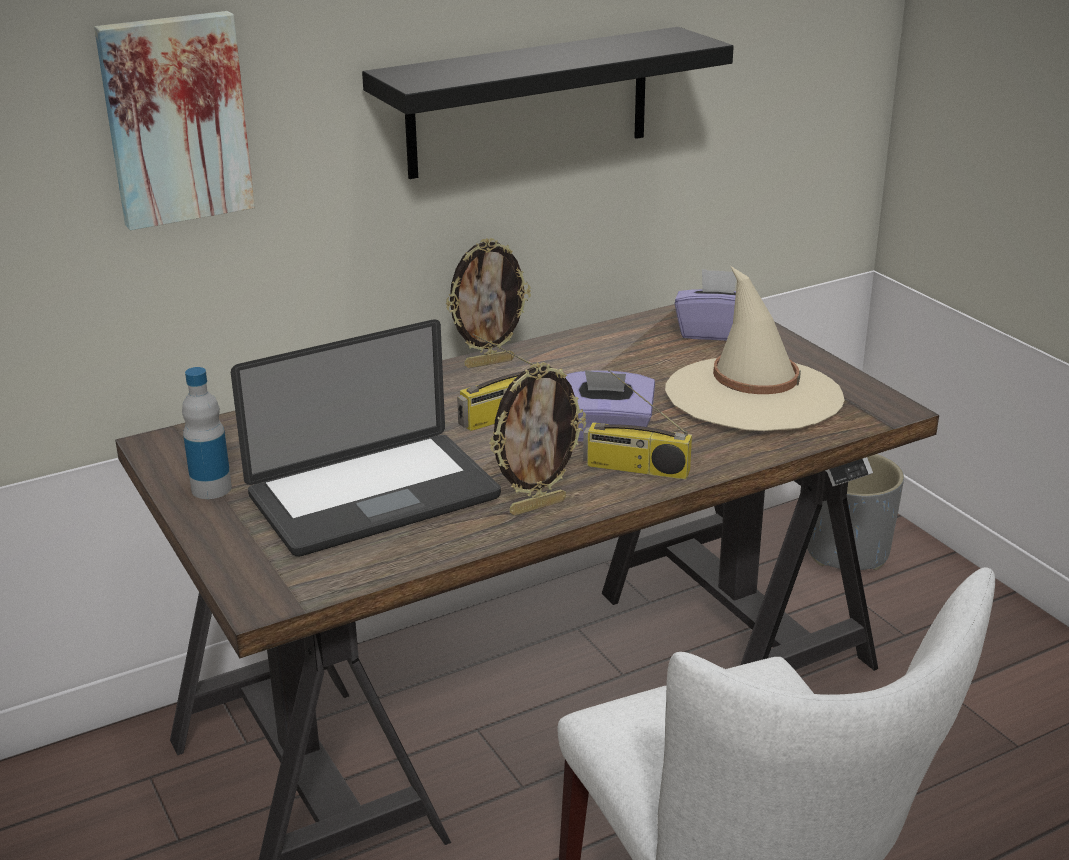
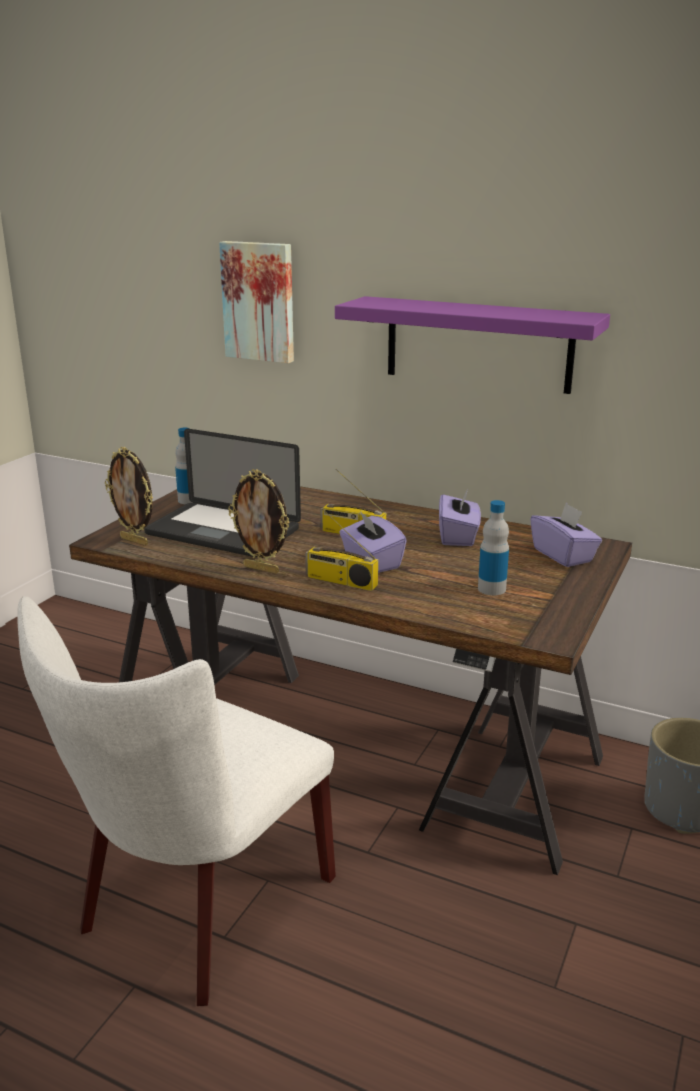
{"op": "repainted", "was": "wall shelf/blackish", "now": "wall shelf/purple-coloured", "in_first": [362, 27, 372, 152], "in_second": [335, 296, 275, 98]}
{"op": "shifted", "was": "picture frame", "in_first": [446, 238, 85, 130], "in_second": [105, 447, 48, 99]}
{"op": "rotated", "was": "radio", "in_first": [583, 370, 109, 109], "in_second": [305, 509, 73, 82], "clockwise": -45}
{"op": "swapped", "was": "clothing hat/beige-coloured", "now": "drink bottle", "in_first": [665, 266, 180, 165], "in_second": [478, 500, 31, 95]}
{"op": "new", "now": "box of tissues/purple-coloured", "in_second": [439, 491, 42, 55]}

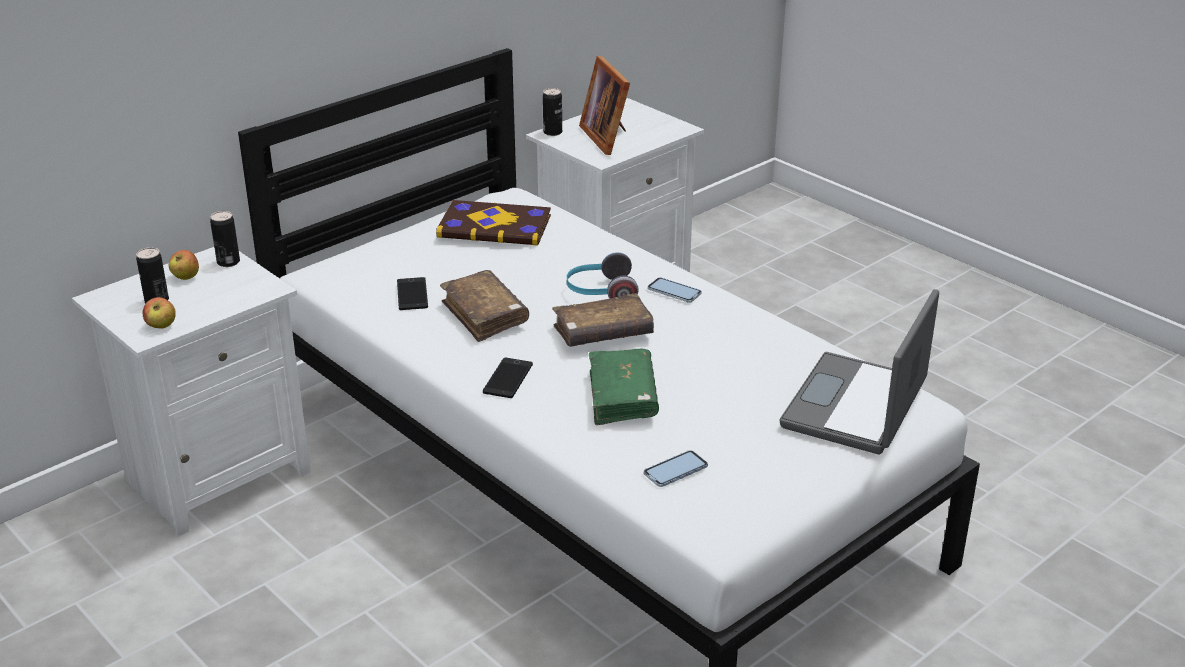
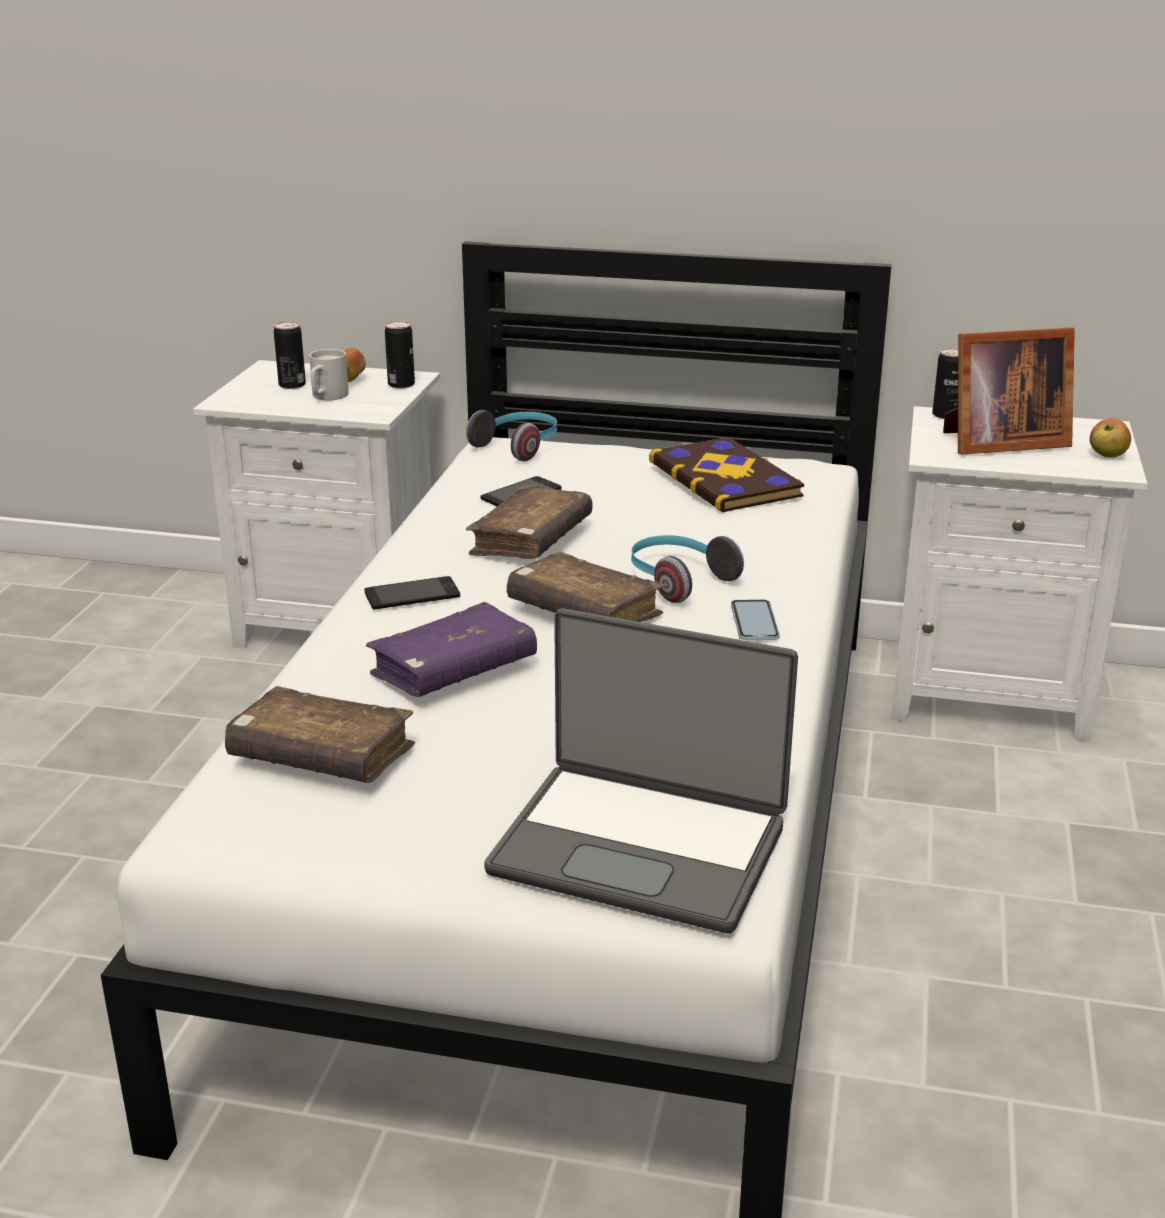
{"op": "shifted", "was": "whole apple", "in_first": [143, 297, 33, 32], "in_second": [1090, 418, 41, 40]}
{"op": "rotated", "was": "picture frame", "in_first": [579, 56, 51, 99], "in_second": [943, 327, 132, 127], "clockwise": -135}
{"op": "repainted", "was": "book/green-coloured", "now": "book/purple-coloured", "in_first": [589, 349, 70, 76], "in_second": [366, 602, 171, 95]}
{"op": "swapped", "was": "telephone", "now": "book/brownish", "in_first": [643, 450, 65, 37], "in_second": [225, 686, 190, 97]}
{"op": "rotated", "was": "portable computer", "in_first": [780, 289, 159, 165], "in_second": [484, 608, 314, 326], "clockwise": -150}
{"op": "new", "now": "coffee mug/white-coloured", "in_second": [309, 349, 40, 51]}
{"op": "new", "now": "headset", "in_second": [466, 410, 91, 52]}

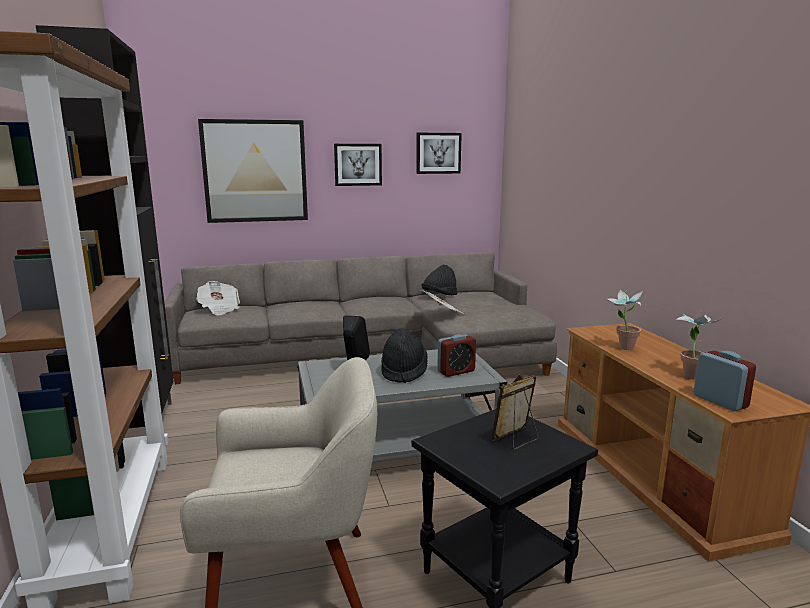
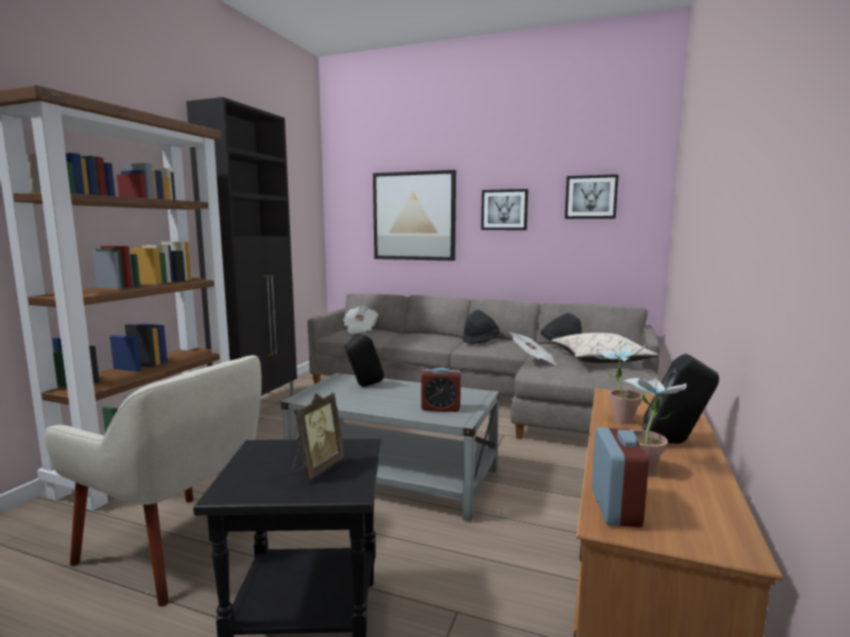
{"op": "shifted", "was": "clothing hat/blackish", "in_first": [381, 328, 47, 55], "in_second": [463, 310, 36, 34]}
{"op": "rotated", "was": "picture frame", "in_first": [491, 375, 47, 75], "in_second": [292, 393, 53, 87], "clockwise": 120}
{"op": "new", "now": "throw pillow/beige-coloured", "in_second": [551, 333, 108, 30]}
{"op": "new", "now": "loudspeaker/blackish", "in_second": [642, 354, 77, 90]}

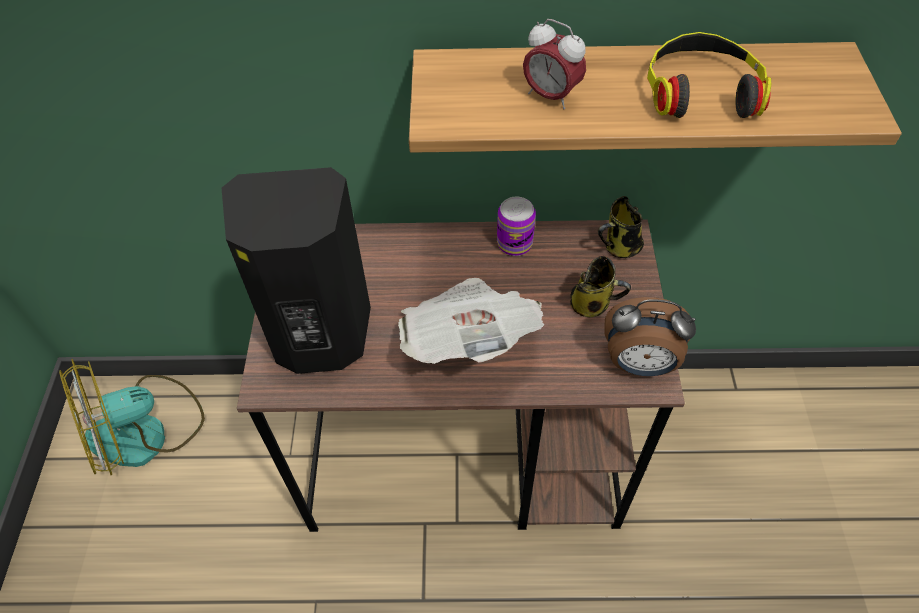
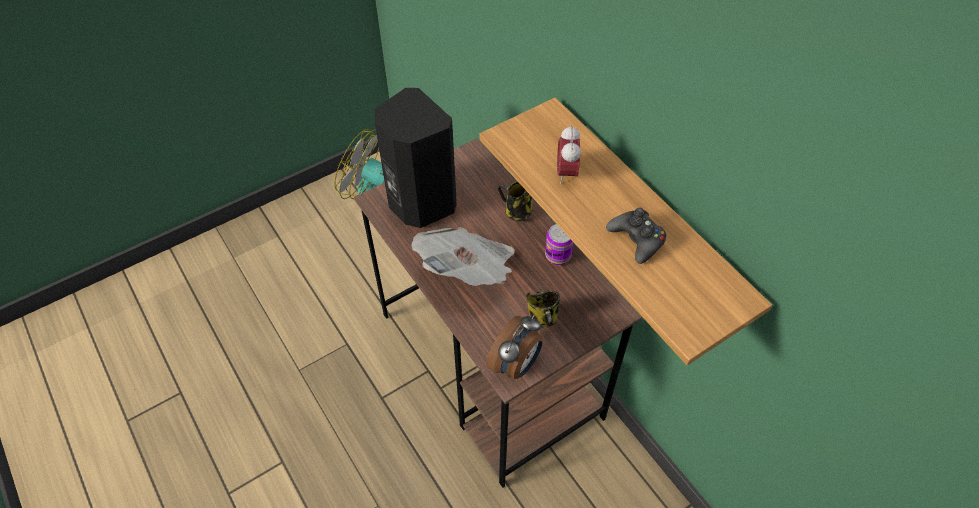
{"op": "shifted", "was": "coffee mug", "in_first": [598, 196, 46, 62], "in_second": [498, 181, 35, 41]}
{"op": "rotated", "was": "table clock", "in_first": [604, 297, 92, 79], "in_second": [486, 315, 56, 64], "clockwise": -120}
{"op": "swapped", "was": "headset", "now": "gamepad/blackish", "in_first": [647, 32, 124, 86], "in_second": [606, 208, 60, 56]}

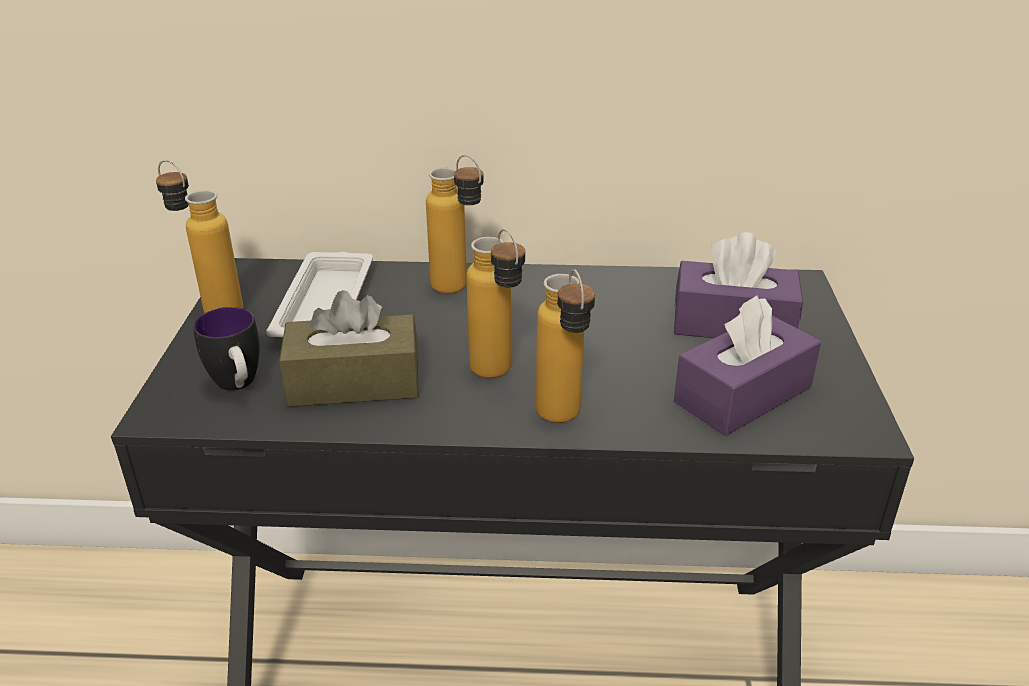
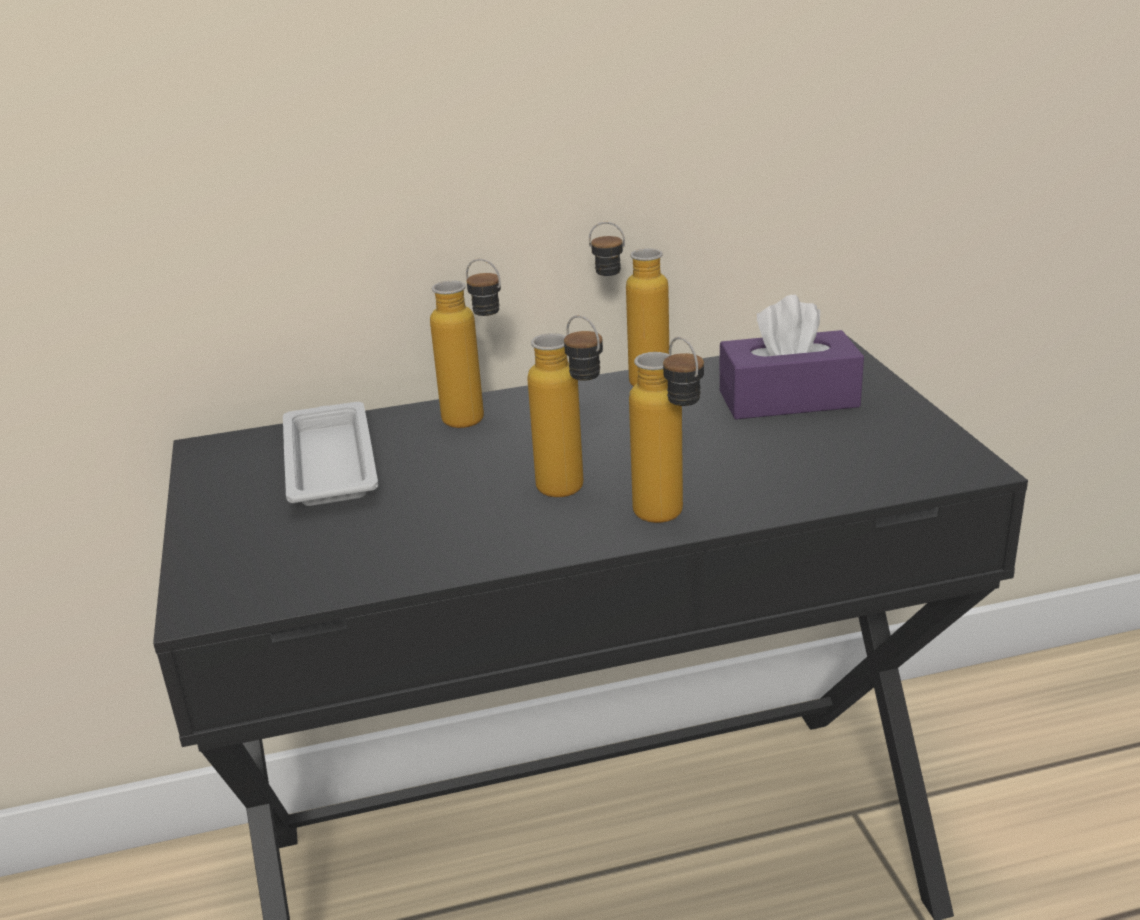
{"op": "shifted", "was": "drink bottle", "in_first": [156, 160, 87, 153], "in_second": [589, 222, 80, 164]}
{"op": "gone", "was": "coffee mug", "in_first": [193, 307, 66, 84]}
{"op": "gone", "was": "box of tissues/brownish", "in_first": [279, 290, 140, 117]}
{"op": "gone", "was": "box of tissues/purple-coloured", "in_first": [674, 296, 147, 140]}

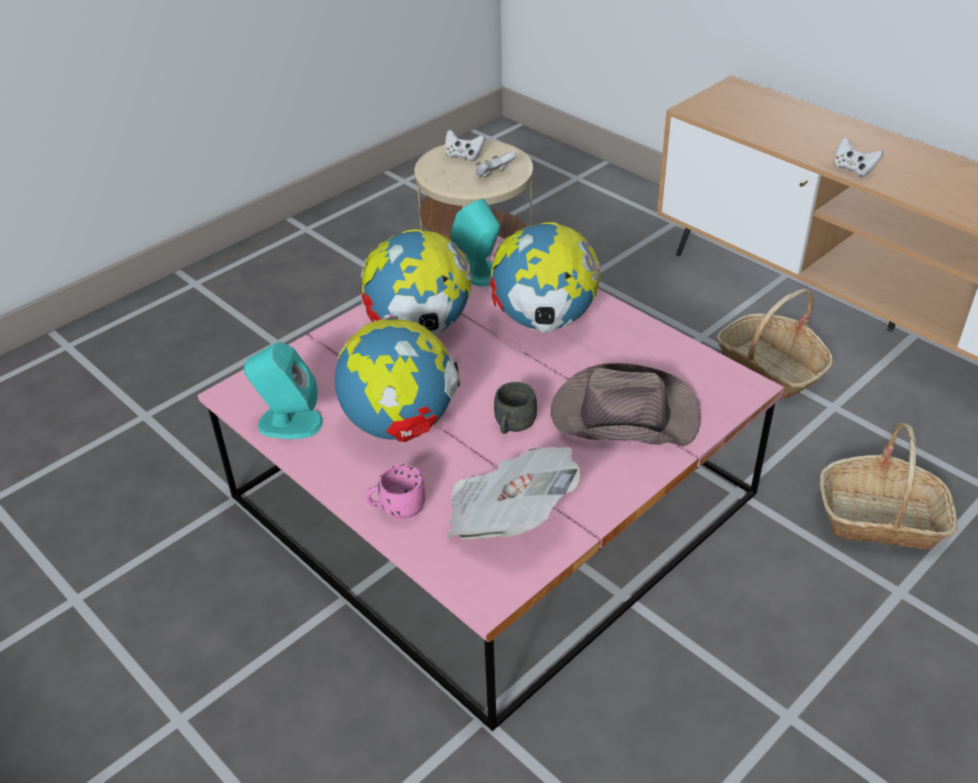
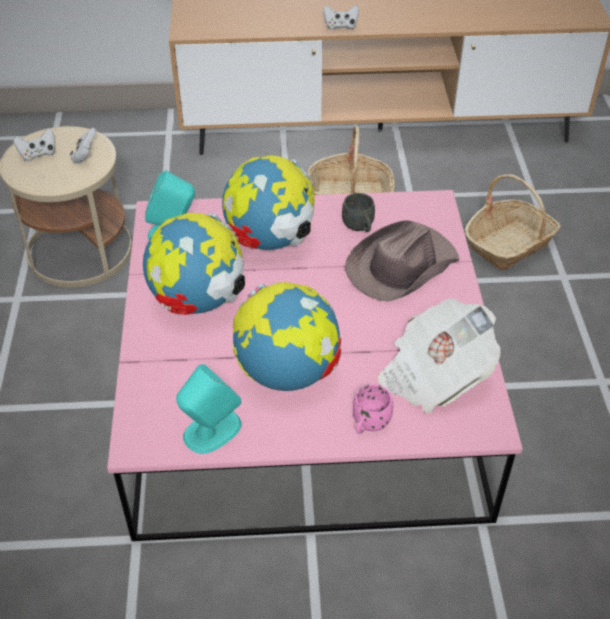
{"op": "shifted", "was": "coffee mug/greyish", "in_first": [494, 382, 43, 52], "in_second": [342, 193, 33, 39]}

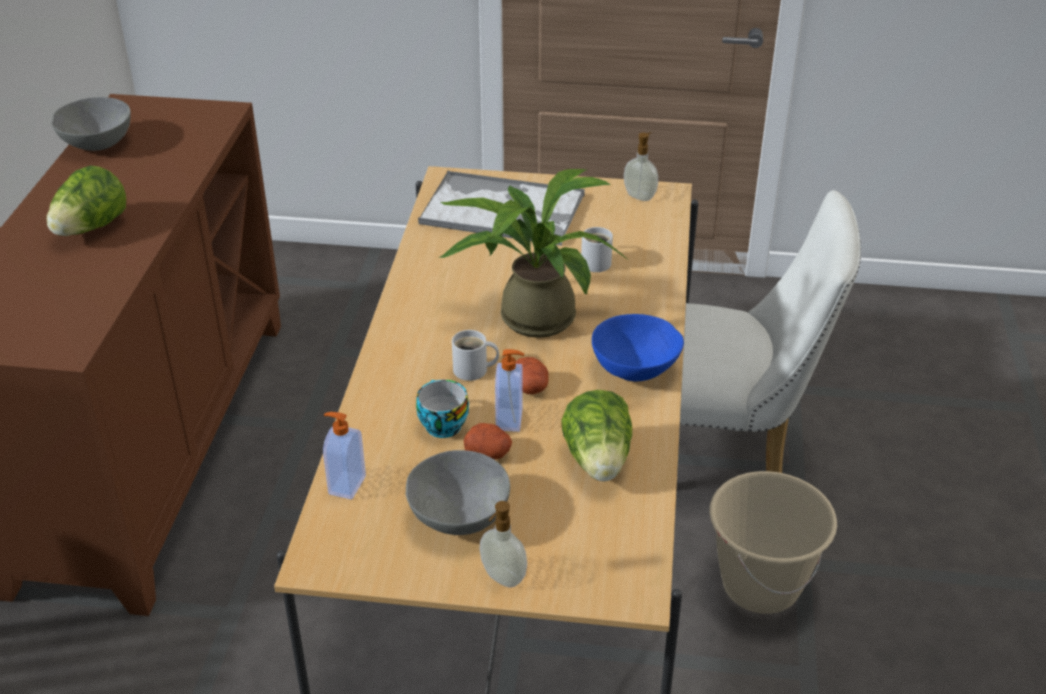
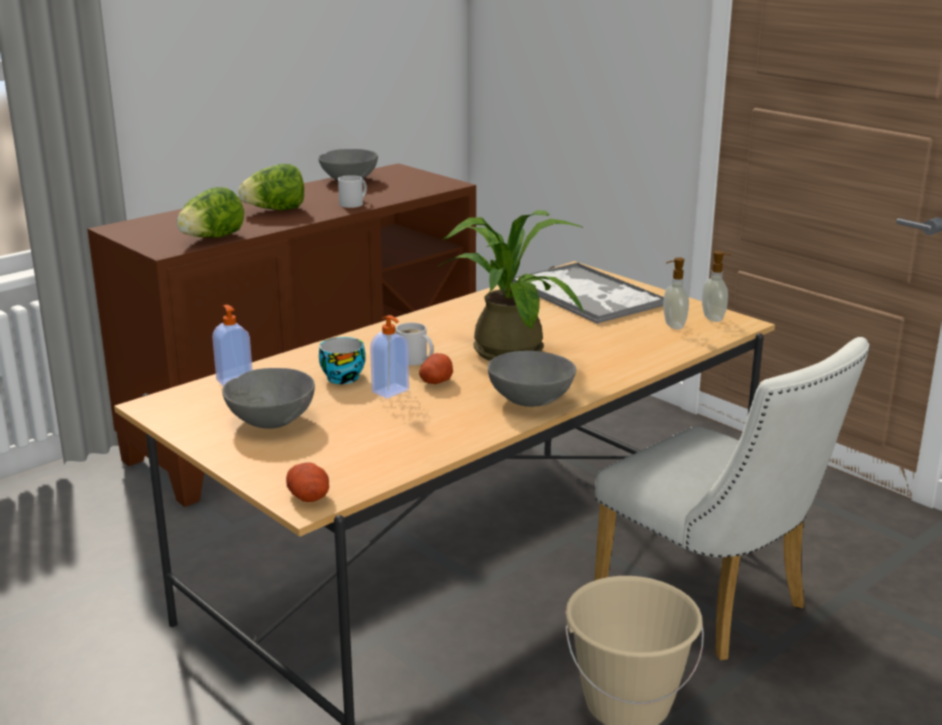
{"op": "shifted", "was": "spud", "in_first": [464, 423, 48, 37], "in_second": [286, 462, 43, 40]}
{"op": "shifted", "was": "soap bottle", "in_first": [479, 501, 48, 86], "in_second": [663, 257, 26, 73]}
{"op": "shifted", "was": "lettuce head", "in_first": [561, 390, 71, 92], "in_second": [176, 187, 68, 51]}
{"op": "shifted", "was": "coffee mug/white-coloured", "in_first": [581, 227, 32, 45], "in_second": [338, 175, 29, 33]}
{"op": "repainted", "was": "serving bowl/bluish", "now": "serving bowl/greyish", "in_first": [592, 314, 92, 67], "in_second": [488, 351, 88, 56]}

